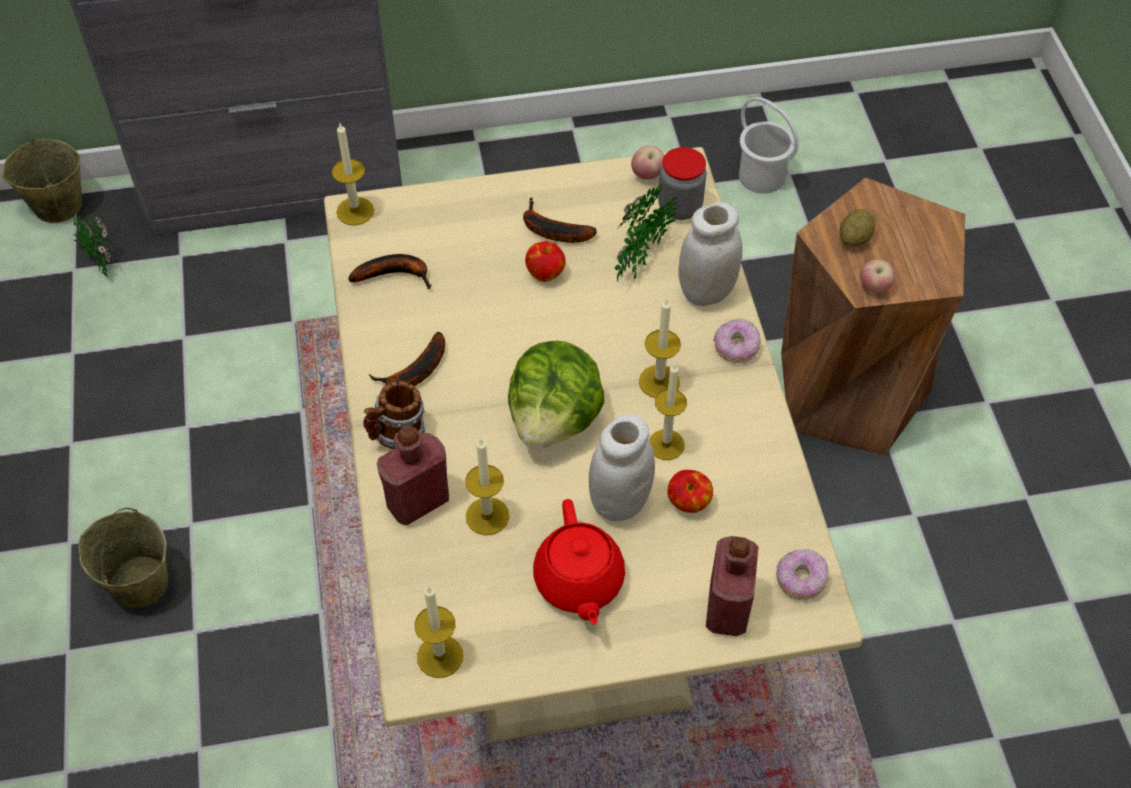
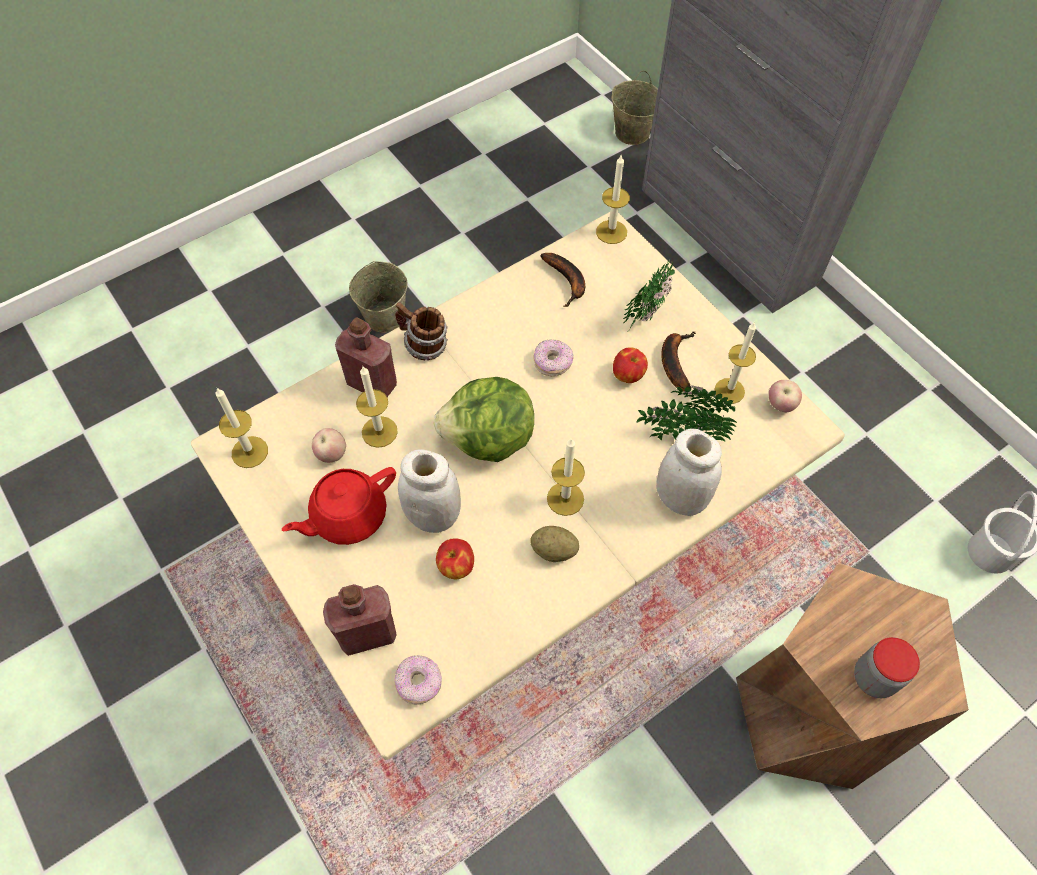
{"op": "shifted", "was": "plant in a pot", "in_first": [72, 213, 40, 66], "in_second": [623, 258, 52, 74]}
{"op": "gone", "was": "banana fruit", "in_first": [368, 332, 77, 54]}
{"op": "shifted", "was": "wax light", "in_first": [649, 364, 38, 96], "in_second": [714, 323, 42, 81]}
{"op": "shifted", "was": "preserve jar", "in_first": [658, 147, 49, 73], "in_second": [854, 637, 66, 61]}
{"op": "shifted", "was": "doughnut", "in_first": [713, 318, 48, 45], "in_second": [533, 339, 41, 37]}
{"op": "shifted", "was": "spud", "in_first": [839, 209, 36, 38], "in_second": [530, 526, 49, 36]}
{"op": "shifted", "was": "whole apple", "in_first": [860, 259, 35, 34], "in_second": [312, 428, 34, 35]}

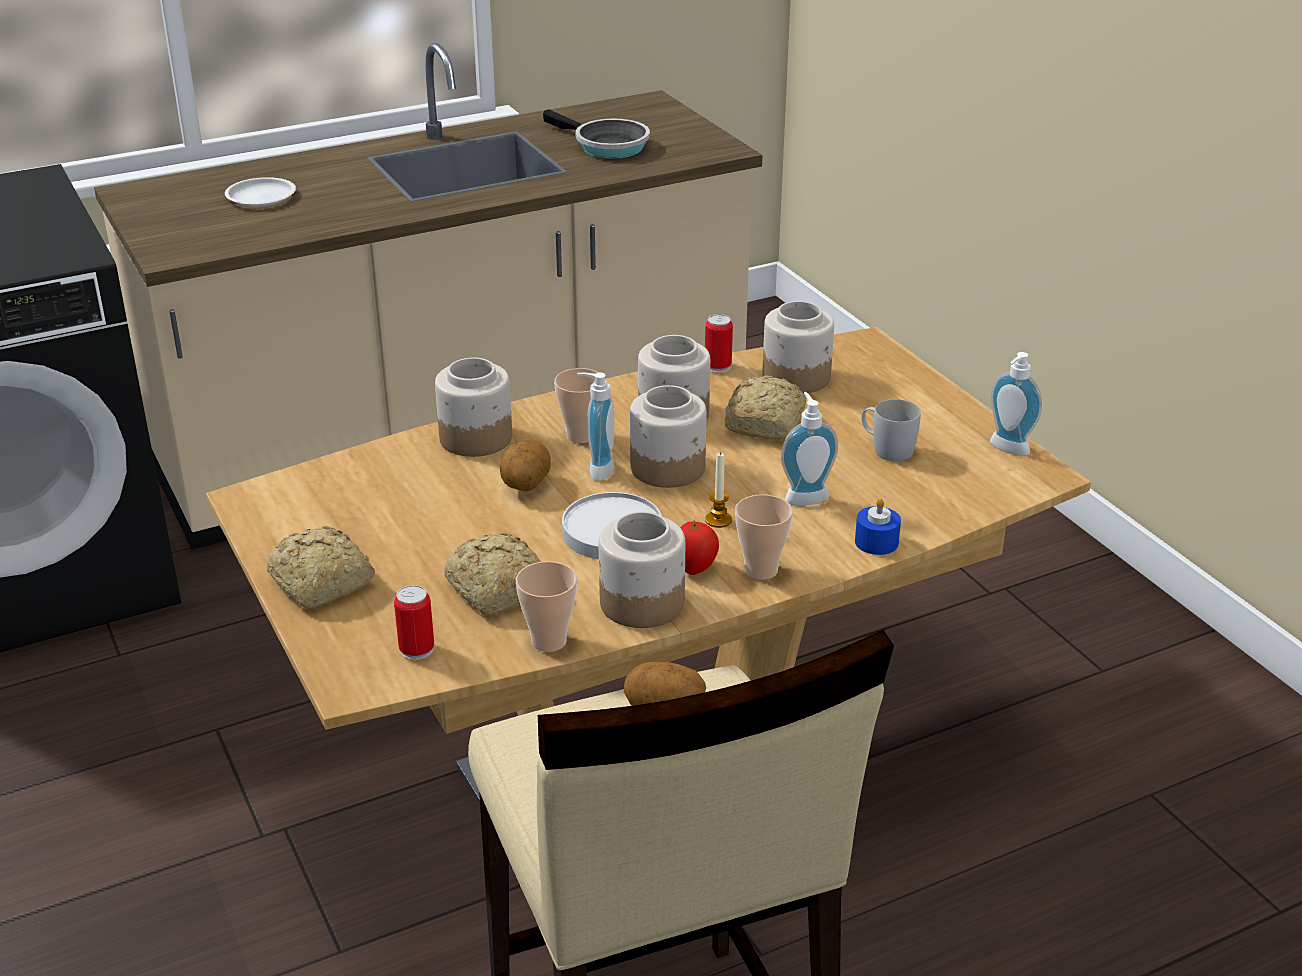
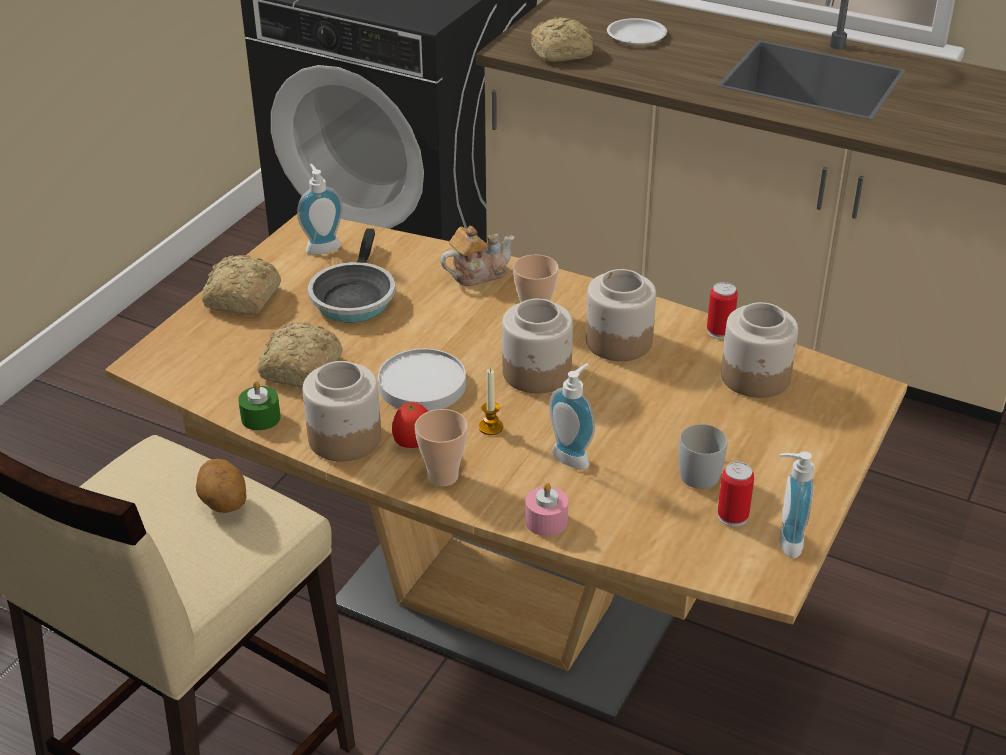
{"op": "shifted", "was": "metal can", "in_first": [394, 585, 40, 75], "in_second": [718, 462, 36, 65]}
{"op": "swapped", "was": "preserve jar", "now": "pot for tea", "in_first": [435, 358, 77, 99], "in_second": [440, 226, 75, 60]}
{"op": "gone", "was": "spud", "in_first": [500, 439, 51, 52]}
{"op": "swapped", "was": "small cup", "now": "wax light/green-coloured", "in_first": [516, 561, 61, 91], "in_second": [238, 381, 42, 50]}
{"op": "shifted", "was": "pan", "in_first": [543, 109, 107, 50], "in_second": [308, 228, 87, 94]}
{"op": "shifted", "was": "soap bottle", "in_first": [577, 373, 37, 108], "in_second": [297, 164, 46, 91]}
{"op": "shifted", "was": "bread", "in_first": [725, 376, 81, 64], "in_second": [531, 17, 62, 45]}
{"op": "repainted", "was": "wax light/bluish", "now": "wax light/pink-coloured", "in_first": [855, 498, 46, 57], "in_second": [525, 483, 43, 53]}

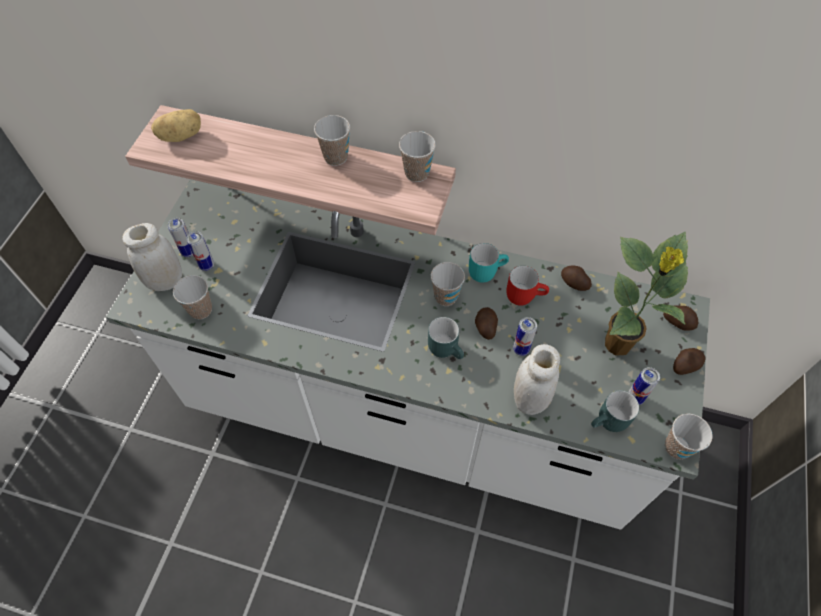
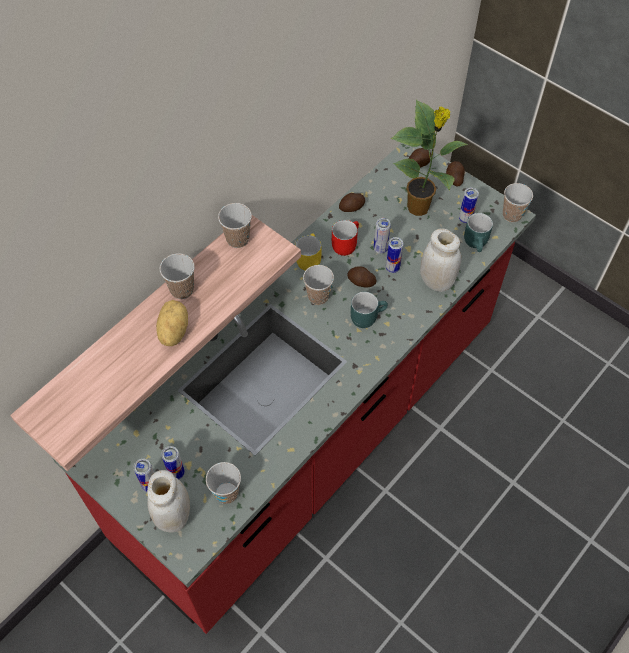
{"op": "repainted", "was": "kitchen base unit/white-coloured", "now": "kitchen base unit/reddish", "in_first": [106, 179, 604, 351], "in_second": [52, 143, 484, 491]}
{"op": "shifted", "was": "spud", "in_first": [151, 109, 50, 33], "in_second": [156, 300, 32, 46]}
{"op": "repainted", "was": "coffee mug/turquoise-coloured", "now": "coffee mug/yellow", "in_first": [469, 243, 40, 40], "in_second": [295, 234, 26, 37]}
{"op": "new", "now": "metal can", "in_second": [374, 218, 17, 36]}

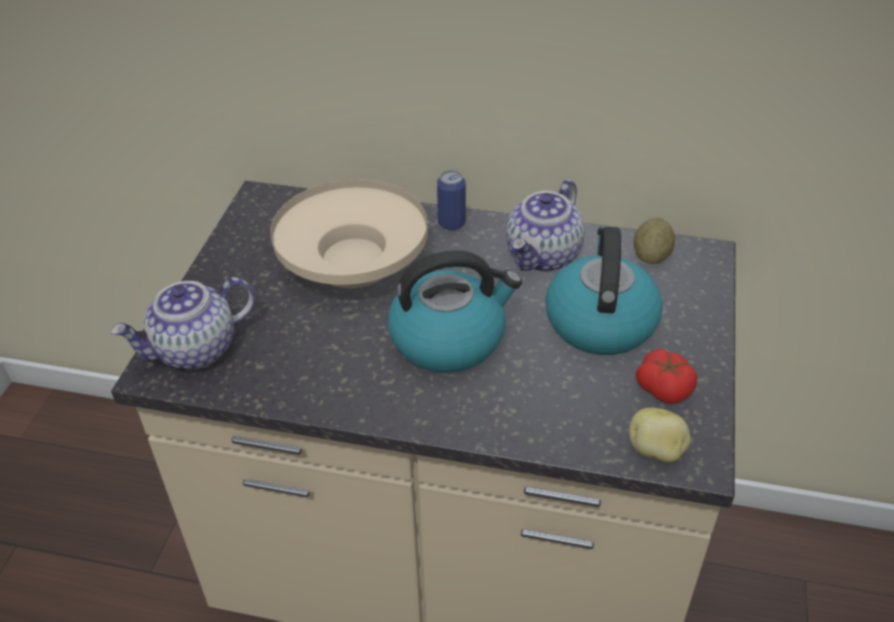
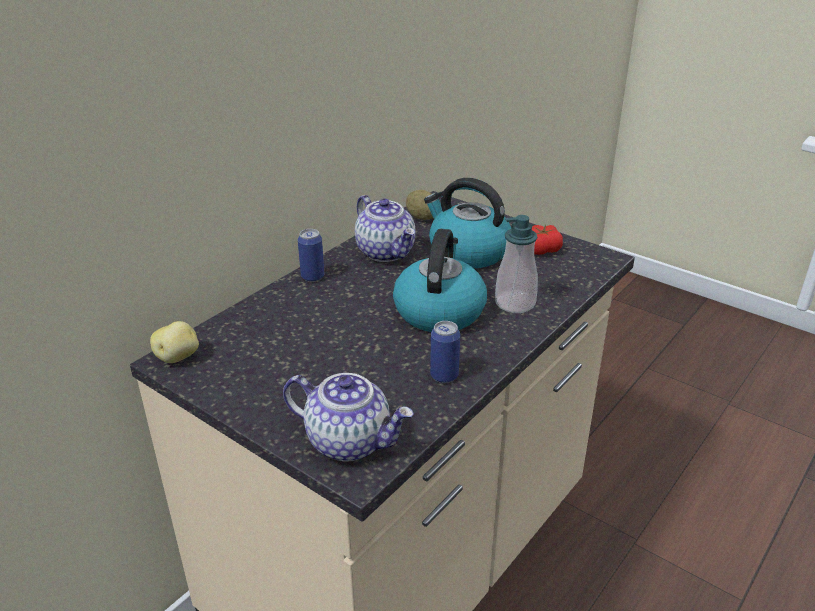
{"op": "rotated", "was": "pot for tea", "in_first": [111, 277, 144, 92], "in_second": [283, 373, 131, 88], "clockwise": -60}
{"op": "gone", "was": "serving bowl/beige-coloured", "in_first": [270, 179, 158, 109]}
{"op": "shifted", "was": "spud", "in_first": [629, 408, 62, 54], "in_second": [150, 321, 49, 42]}
{"op": "new", "now": "metal can", "in_second": [430, 321, 30, 62]}
{"op": "new", "now": "soap bottle", "in_second": [495, 215, 43, 98]}

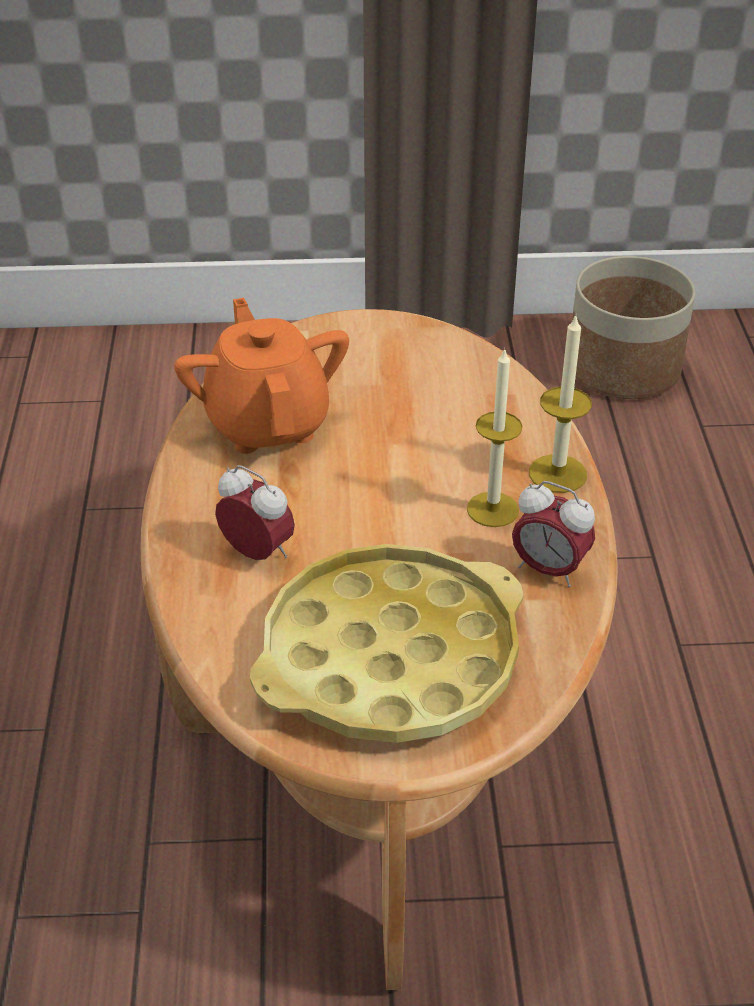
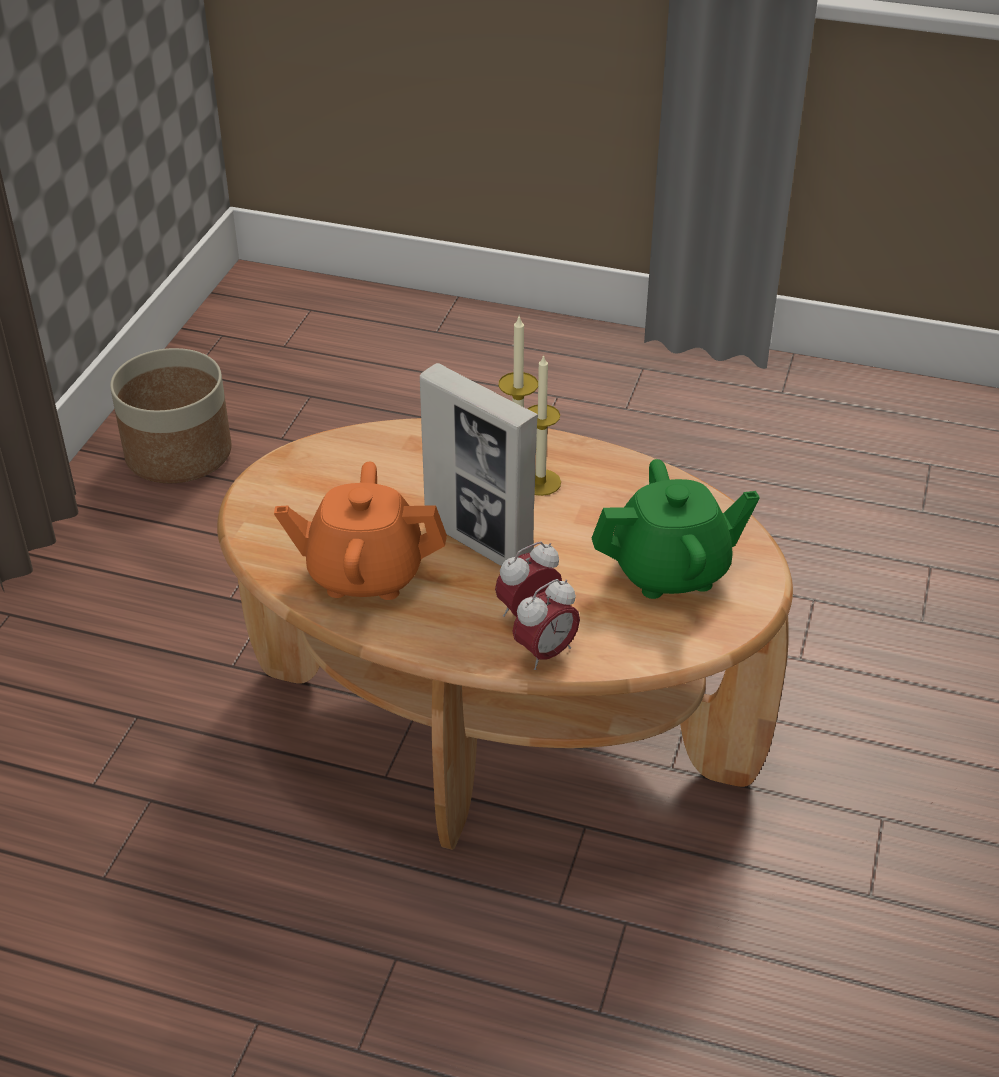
{"op": "swapped", "was": "serving tray/yellow", "now": "pot for tea/green-coloured", "in_first": [250, 544, 273, 199], "in_second": [592, 459, 168, 140]}
{"op": "shifted", "was": "table clock", "in_first": [512, 481, 83, 106], "in_second": [512, 579, 68, 91]}
{"op": "new", "now": "picture frame", "in_second": [420, 363, 118, 203]}

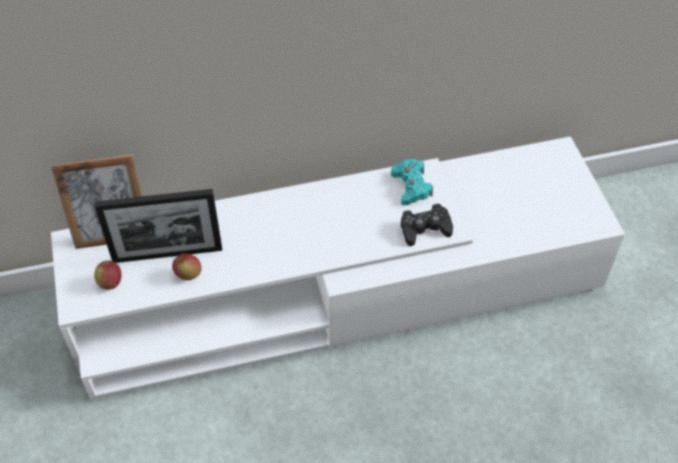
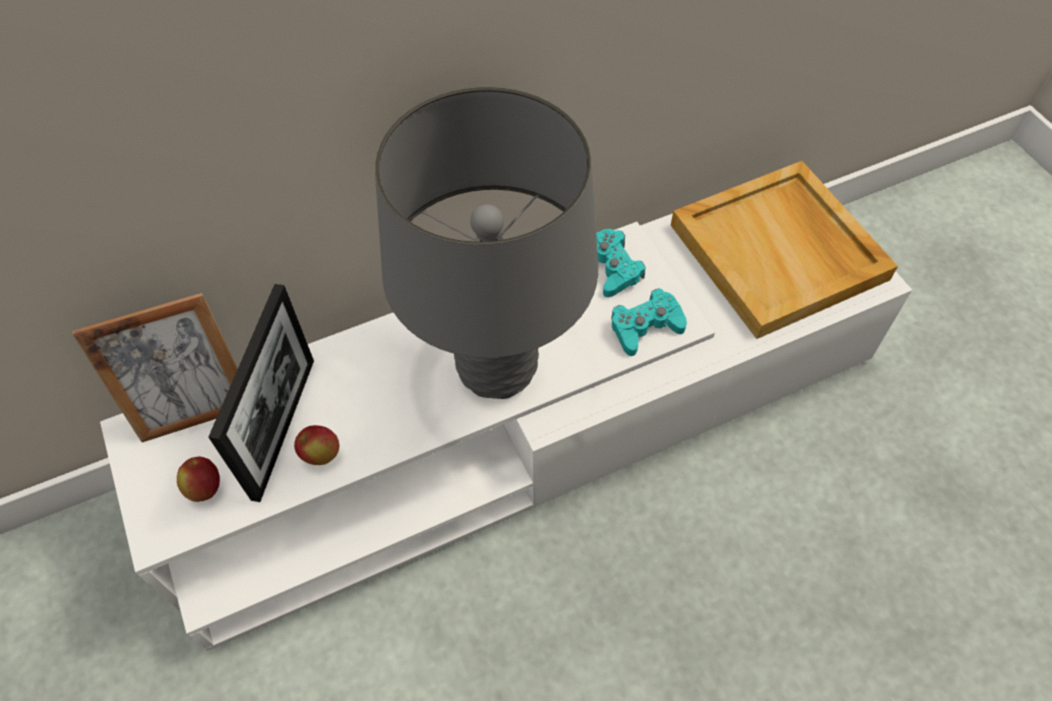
{"op": "rotated", "was": "picture frame", "in_first": [95, 189, 127, 74], "in_second": [209, 284, 105, 218], "clockwise": -60}
{"op": "repainted", "was": "gamepad/blackish", "now": "gamepad/turquoise-coloured", "in_first": [401, 204, 52, 42], "in_second": [611, 288, 76, 68]}
{"op": "new", "now": "lamp for a table/greyish", "in_second": [375, 87, 223, 312]}
{"op": "new", "now": "serving tray/beige-coloured", "in_second": [671, 161, 227, 178]}

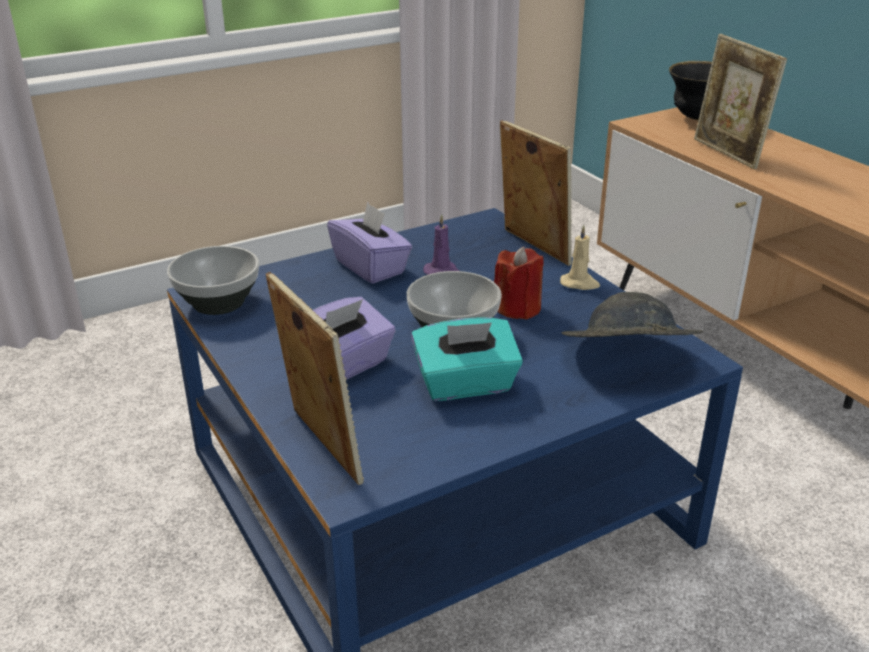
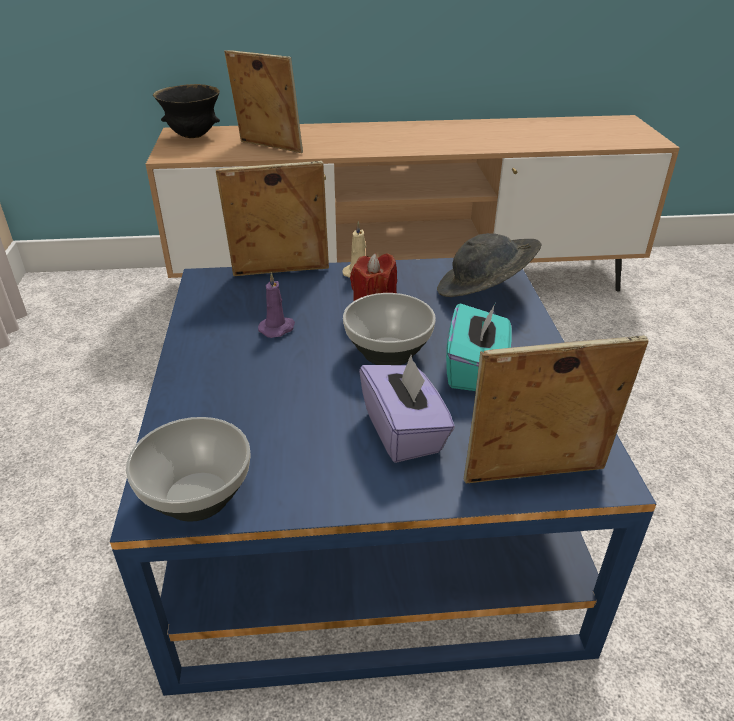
{"op": "gone", "was": "box of tissues/purple-coloured", "in_first": [327, 202, 85, 81]}
{"op": "rotated", "was": "picture frame", "in_first": [694, 34, 93, 135], "in_second": [224, 50, 79, 103], "clockwise": -150}

